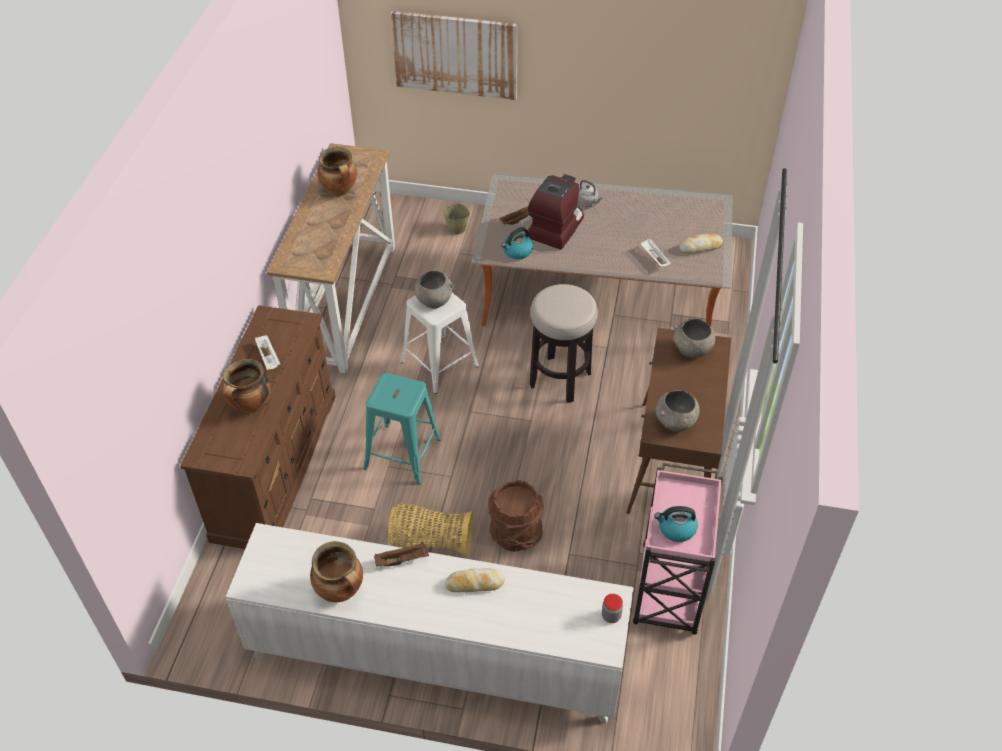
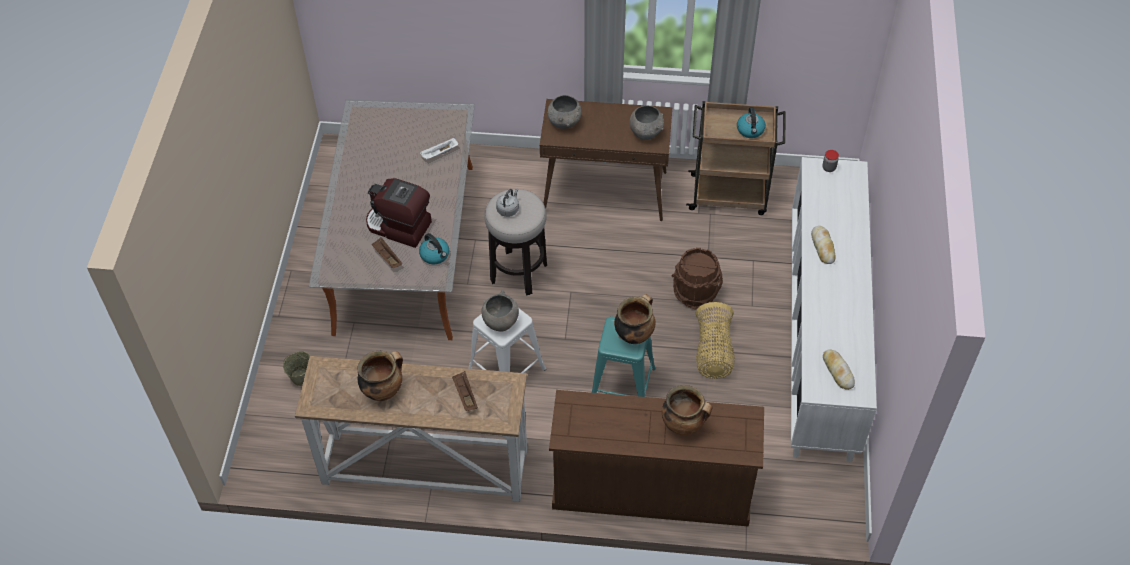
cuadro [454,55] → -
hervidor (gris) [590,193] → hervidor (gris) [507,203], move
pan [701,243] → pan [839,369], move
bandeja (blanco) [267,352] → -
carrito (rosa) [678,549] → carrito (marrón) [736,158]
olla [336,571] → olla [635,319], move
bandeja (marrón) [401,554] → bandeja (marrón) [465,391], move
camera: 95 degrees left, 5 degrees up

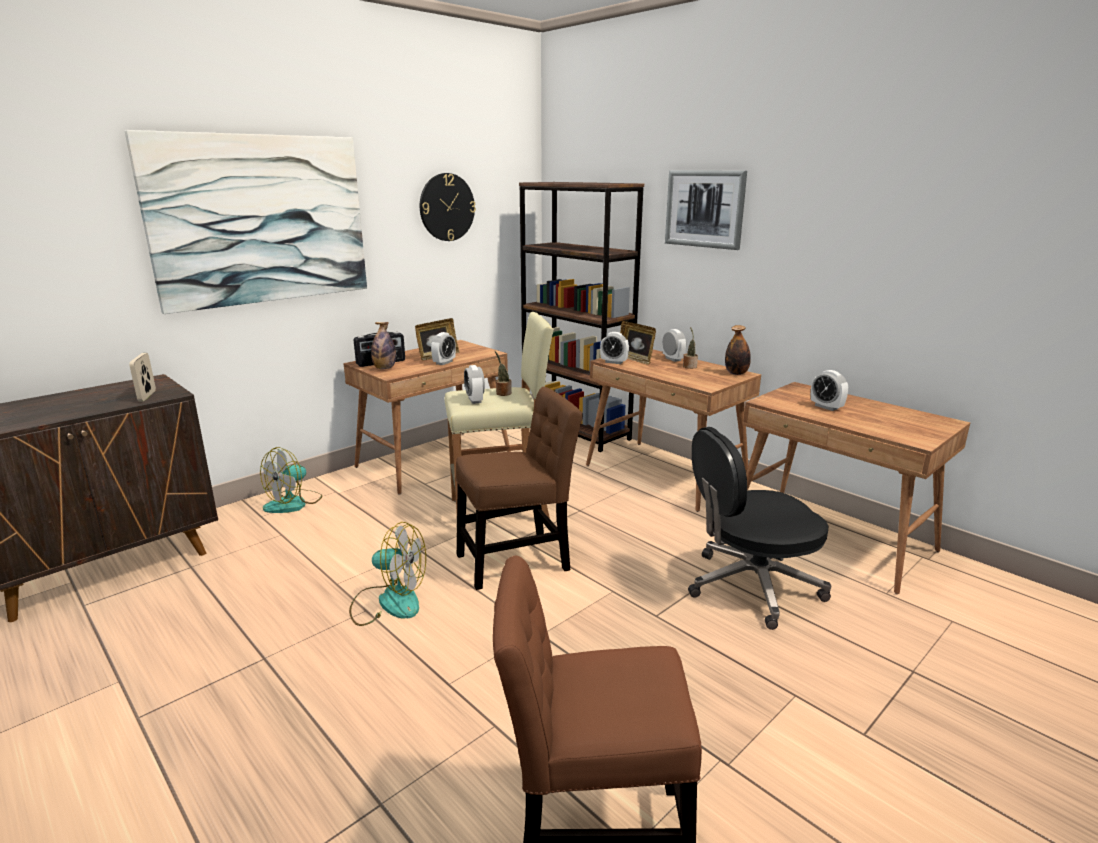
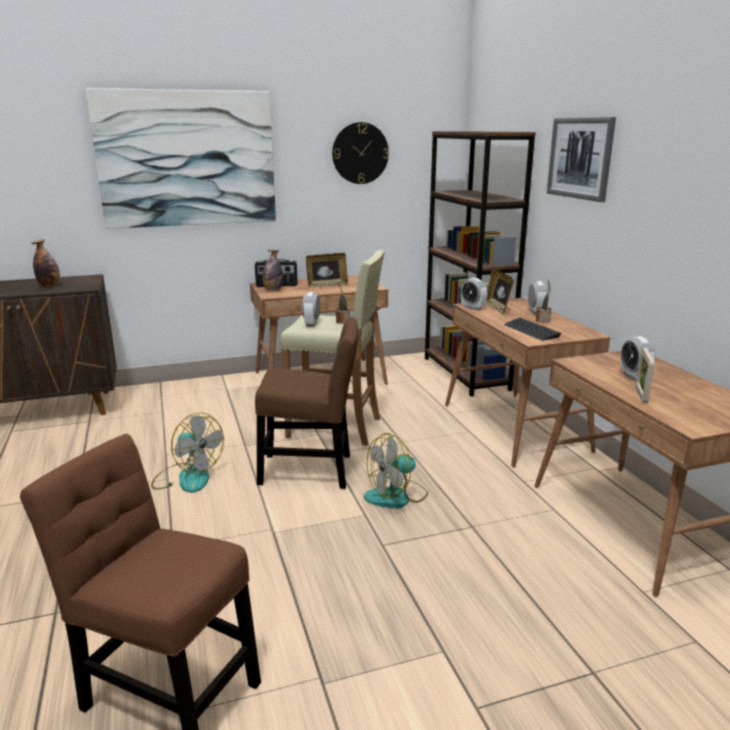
botella [738,350] → botella [46,262], move
despertador [443,348] → -
portarretratos [143,377] → portarretratos [645,375], move
silla de oficina (negro) [759,528] → -
ventilador [291,480] → ventilador [396,470], move
- → teclado [532,328]
camera: 25 degrees right, 0 degrees up

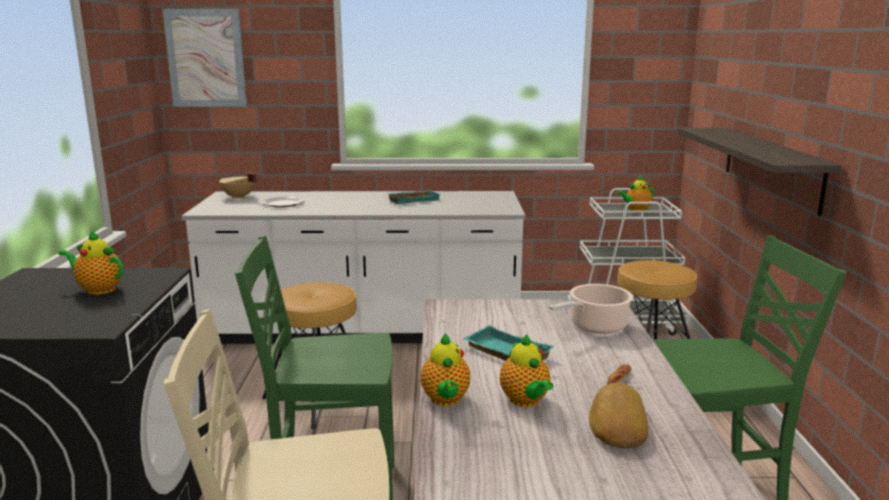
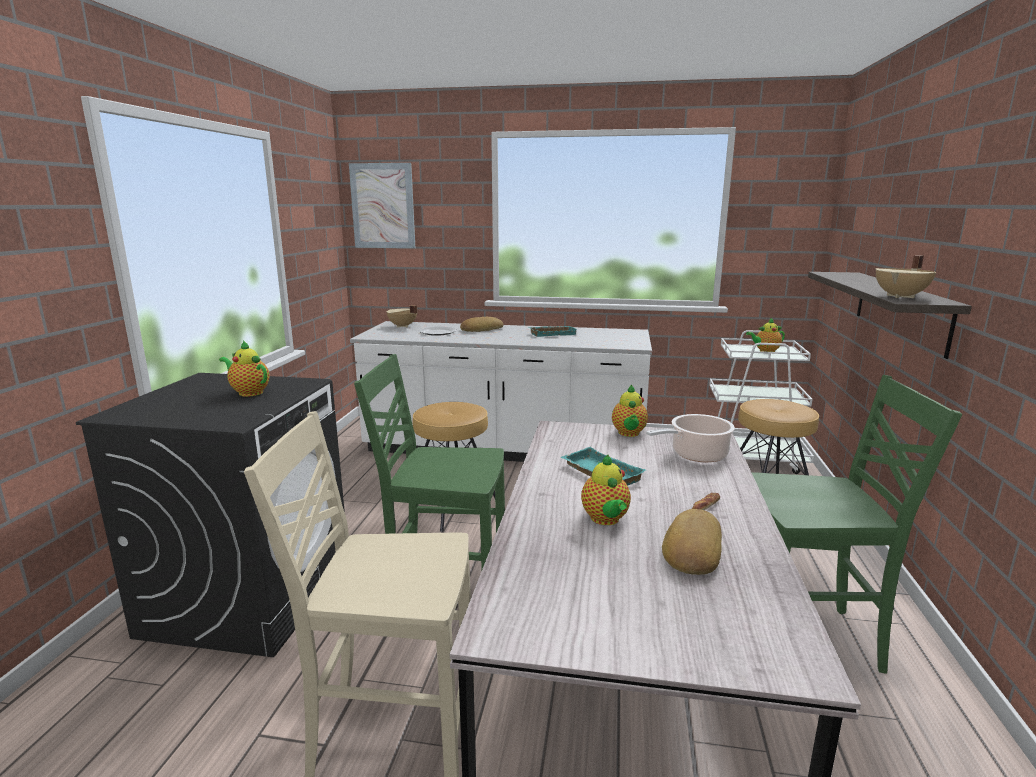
tetera [445,370] → tetera [630,411], move
- → olla (beis) [905,276]
- → pan [482,324]
camera: 10 degrees right, 0 degrees up

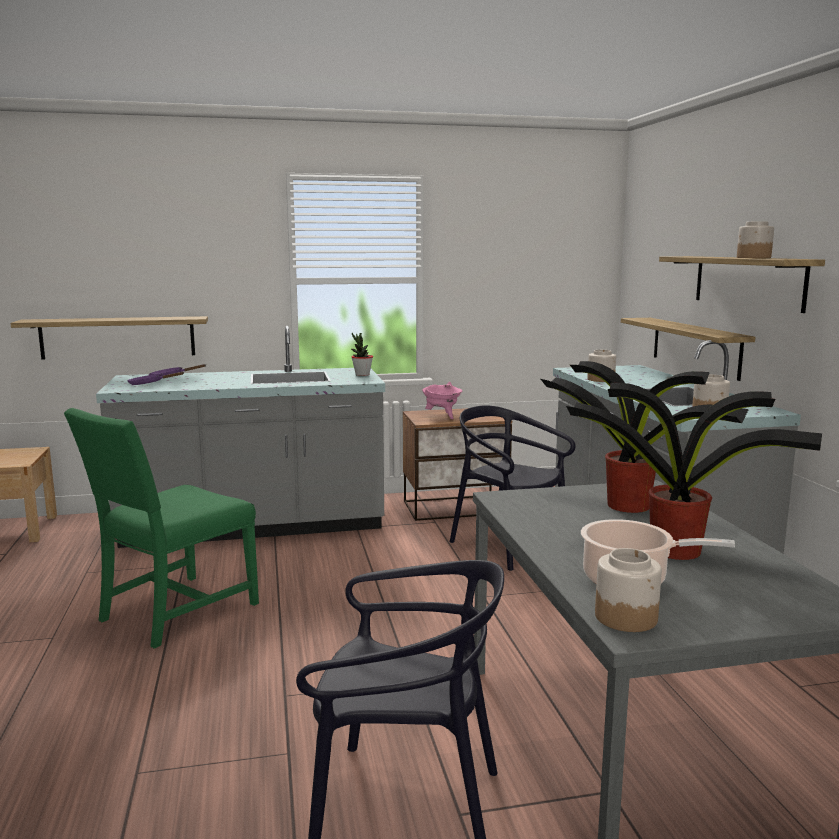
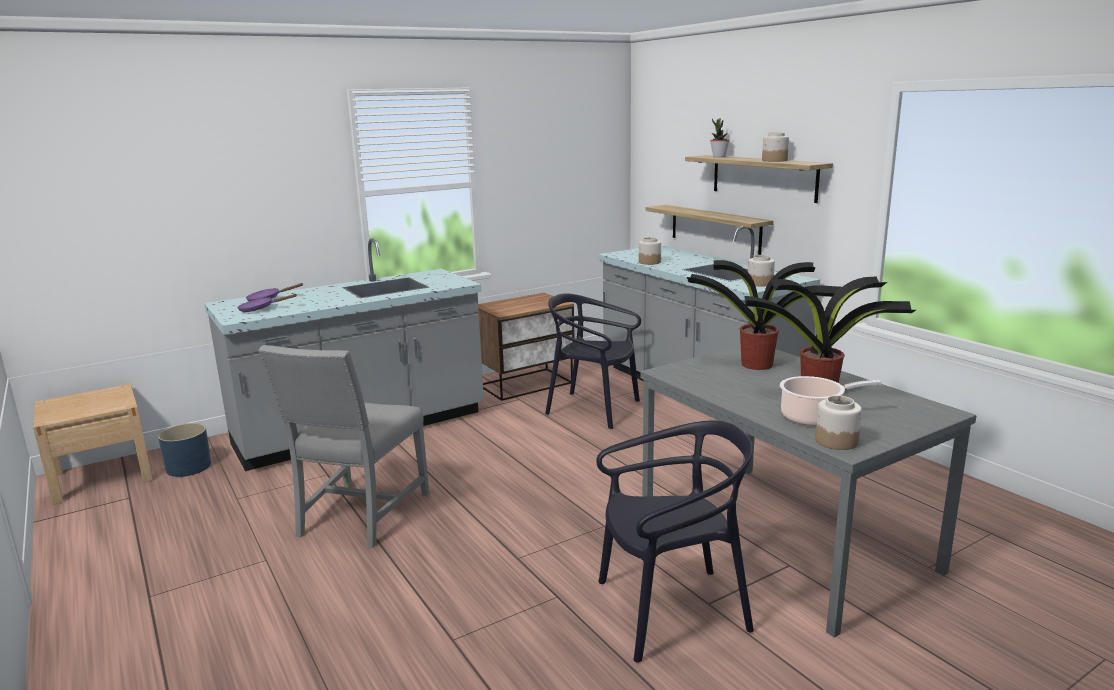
estante [109,338] → -
planta en maceta [362,354] → planta en maceta [720,137], move
olla (rosa) [442,400] → -
silla (verde) [161,528] → silla (gris) [344,446]
- → maceta (azul) [184,450]
camera: 20 degrees left, 5 degrees up

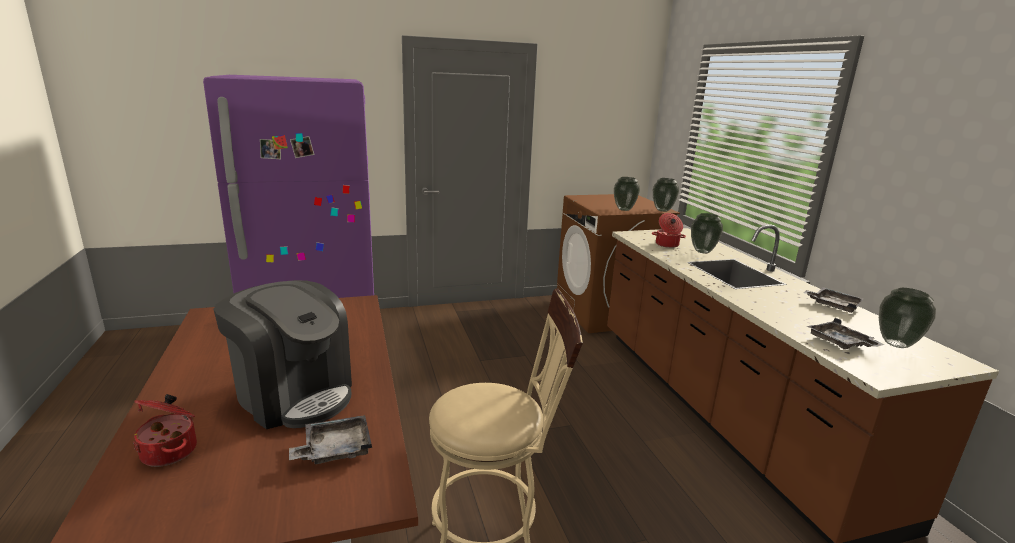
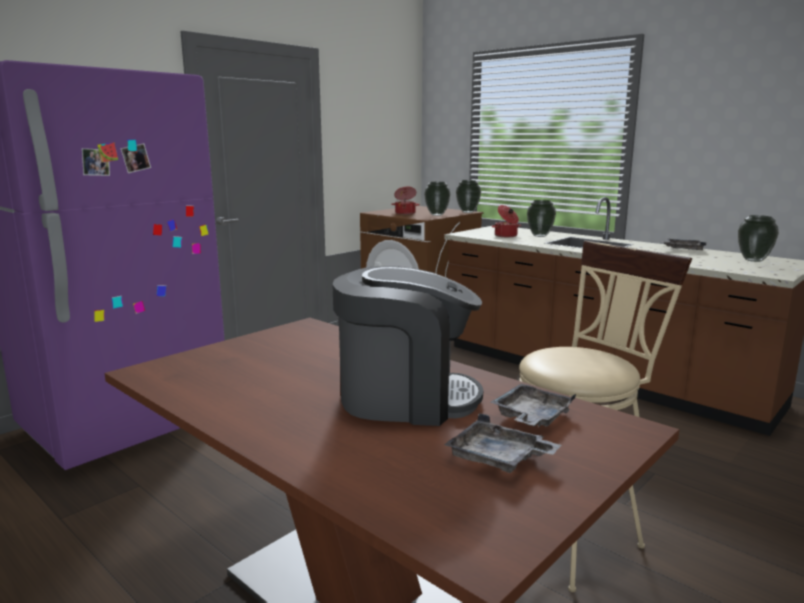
bandeja (gris) [845,333] → bandeja (gris) [502,443], move
olla [165,430] → olla [405,200], move
camera: 30 degrees left, 5 degrees down

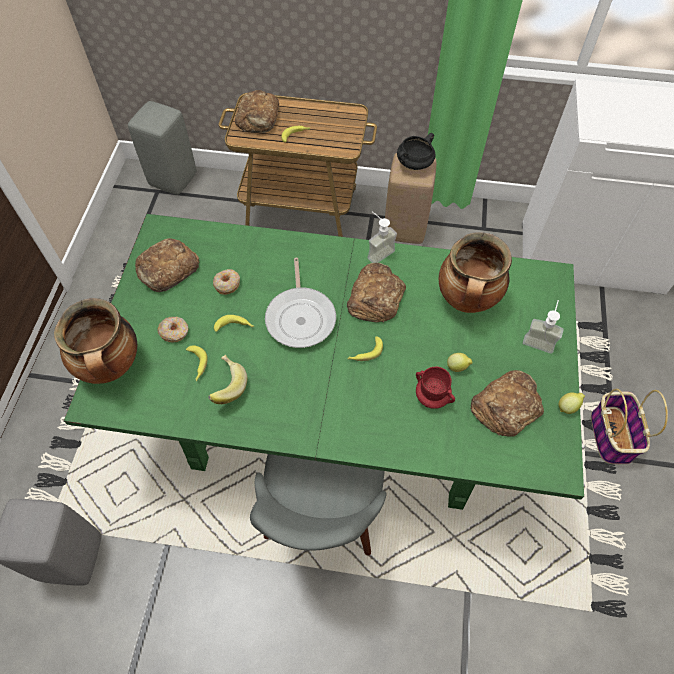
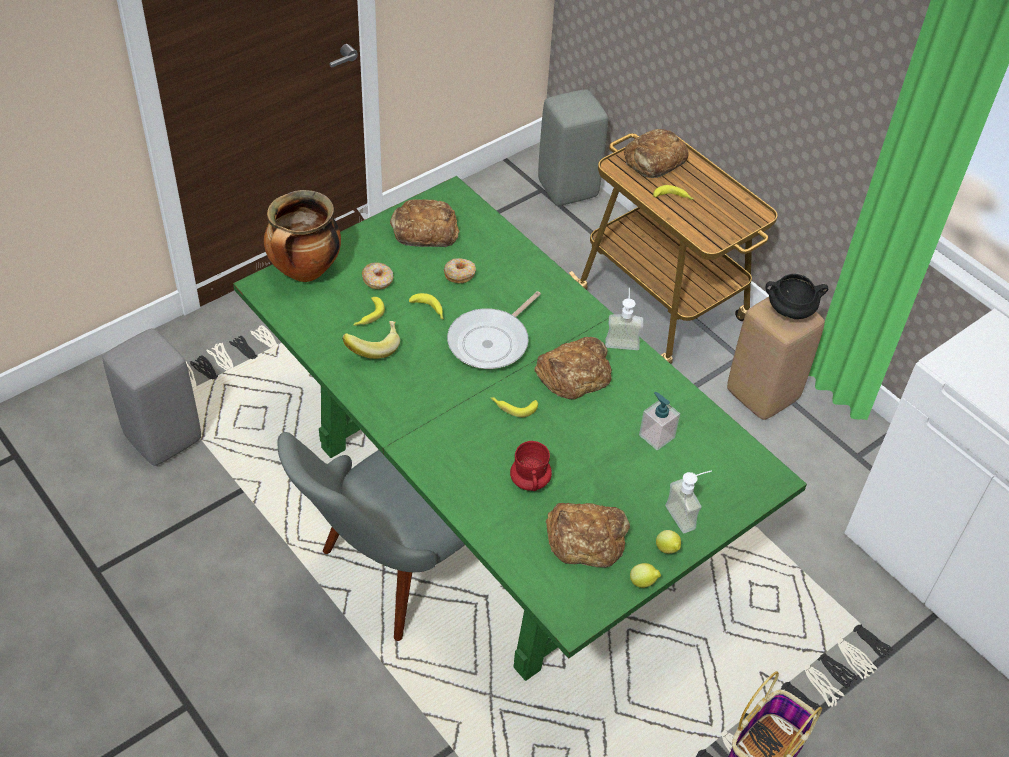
olla [475,272] → dispensador de jabón [659,421]
limón [460,362] → limón [668,542], move
camera: 40 degrees right, 10 degrees down

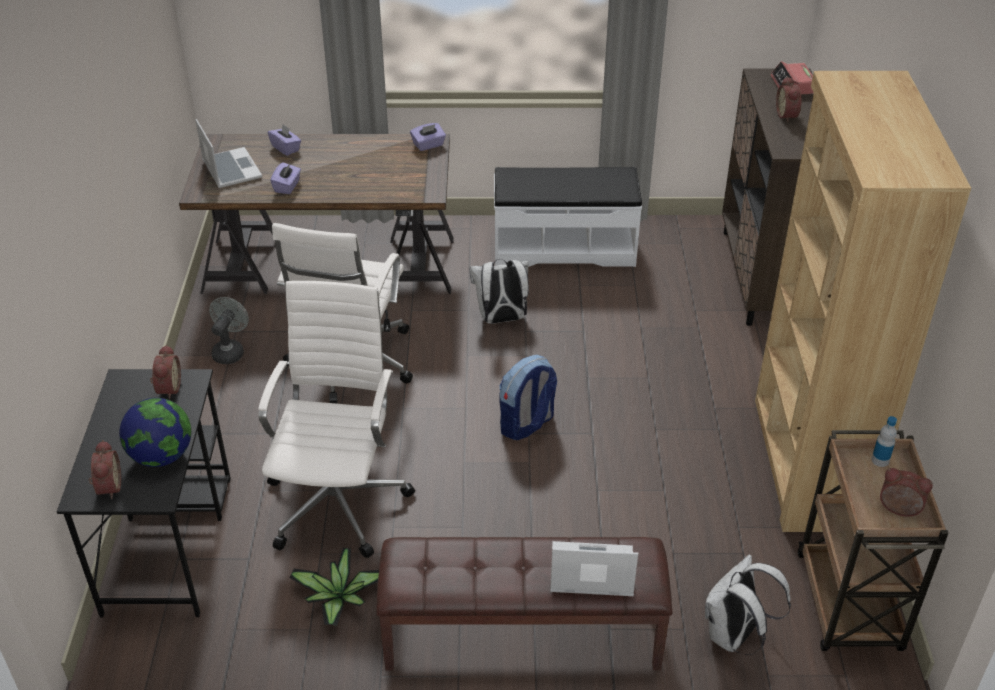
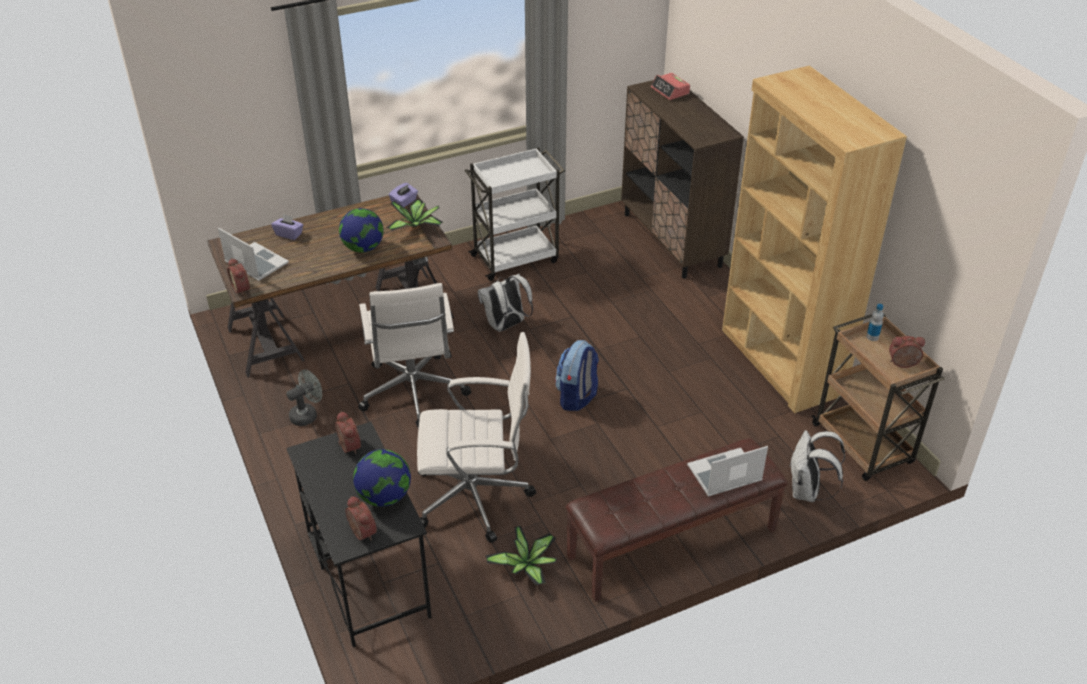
despertador [788,99] → despertador [238,277], move
caja de pañuelos (morado) [285,178] → -
banco (blanco) [568,217] → carrito (blanco) [515,214]
silla de oficina (blanco) [336,419] → silla de oficina (blanco) [476,437], 105 degrees clockwise
ventilador (gris) [229,330] → ventilador (gris) [304,397], 60 degrees clockwise
- → planta en maceta [414,215]
- → globo terráqueo [361,230]
camera: 25 degrees left, 0 degrees up

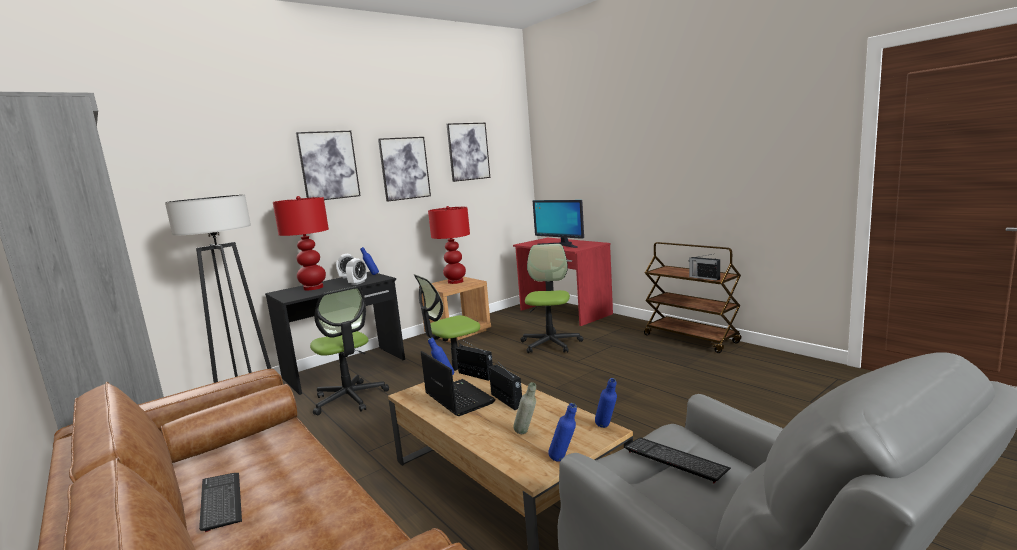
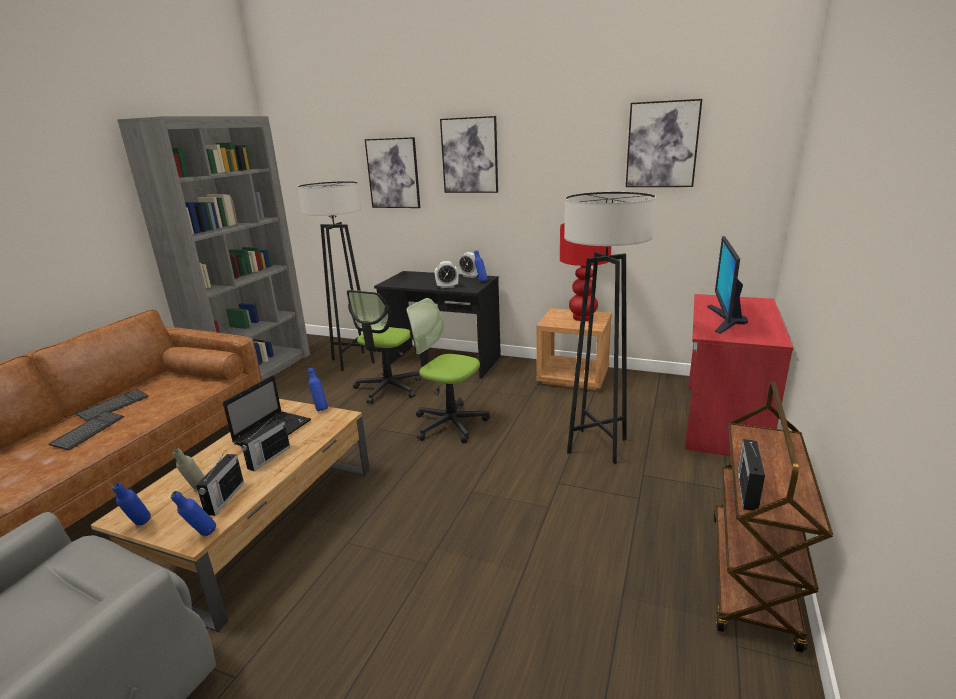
cuadro [404,169] → cuadro [392,172], move
lámpara de mesa (rojo) [301,243] → -
silla de oficina [551,298] → lámpara de pie (gris) [610,328]
radio [474,360] → radio [220,484], move
teclado [678,460] → teclado [86,431], move
camera: 60 degrees right, 10 degrees up

